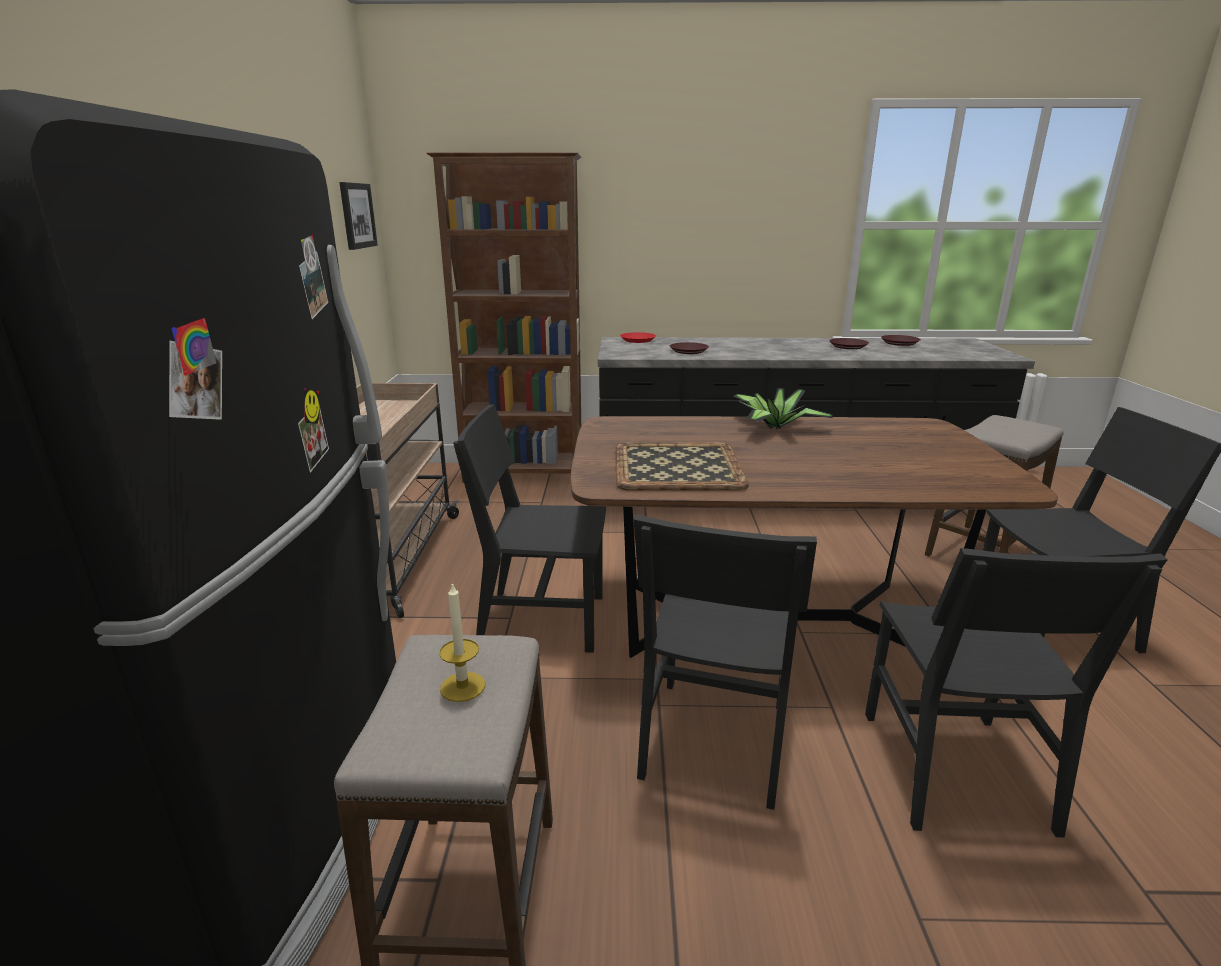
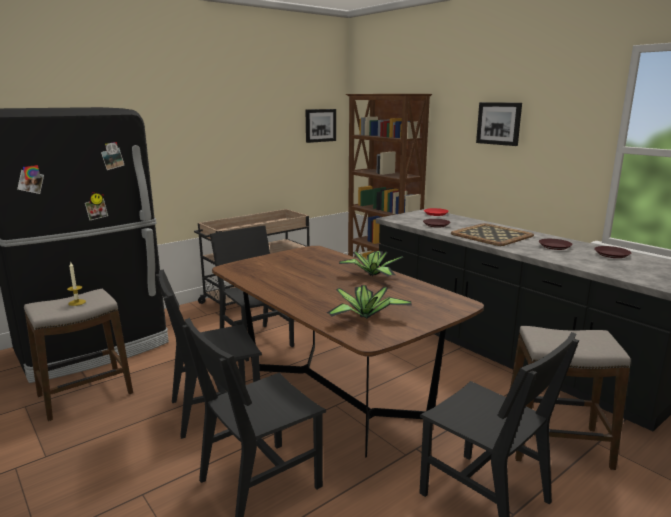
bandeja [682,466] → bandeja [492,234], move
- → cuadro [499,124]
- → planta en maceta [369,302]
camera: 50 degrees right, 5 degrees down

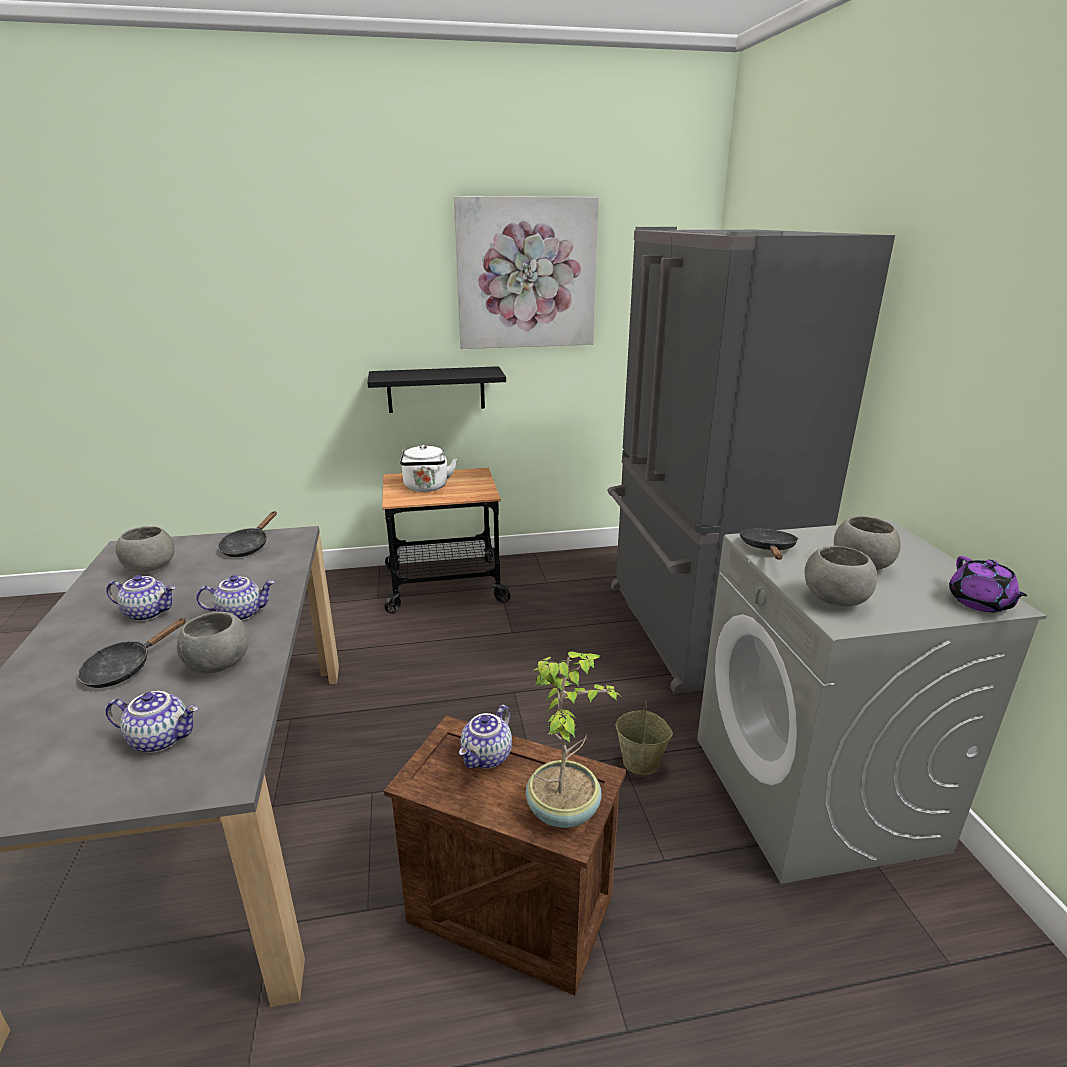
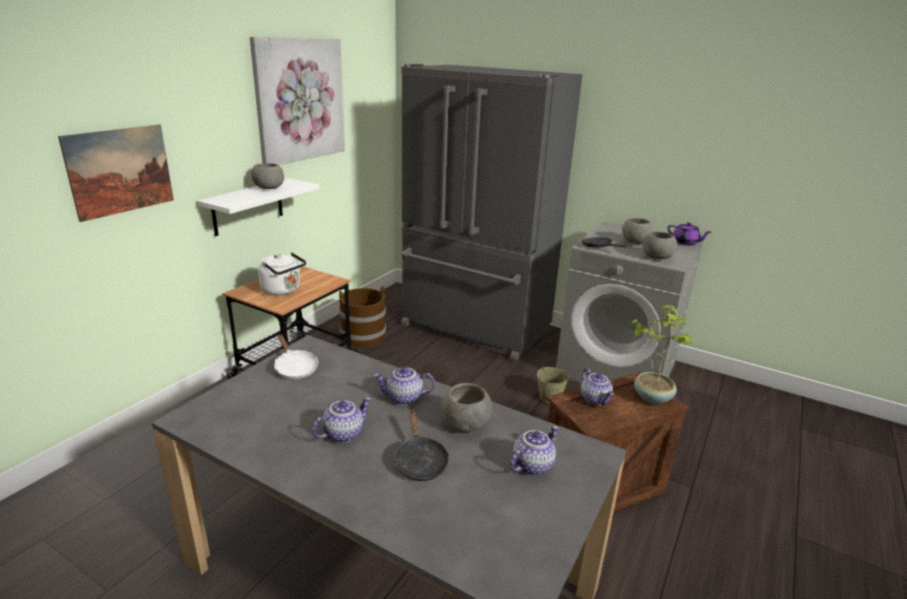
estante (negro) [436,389] → estante (blanco) [258,207]
sartén (negro) [247,534] → sartén (blanco) [296,356]
cuenco (gris) [145,549] → cuenco (gris) [267,176], move
tetera [235,598] → tetera [404,386], 120 degrees counterclockwise
- → cuadro [116,173]
- → cubo (marrón) [362,316]
camera: 50 degrees left, 0 degrees up

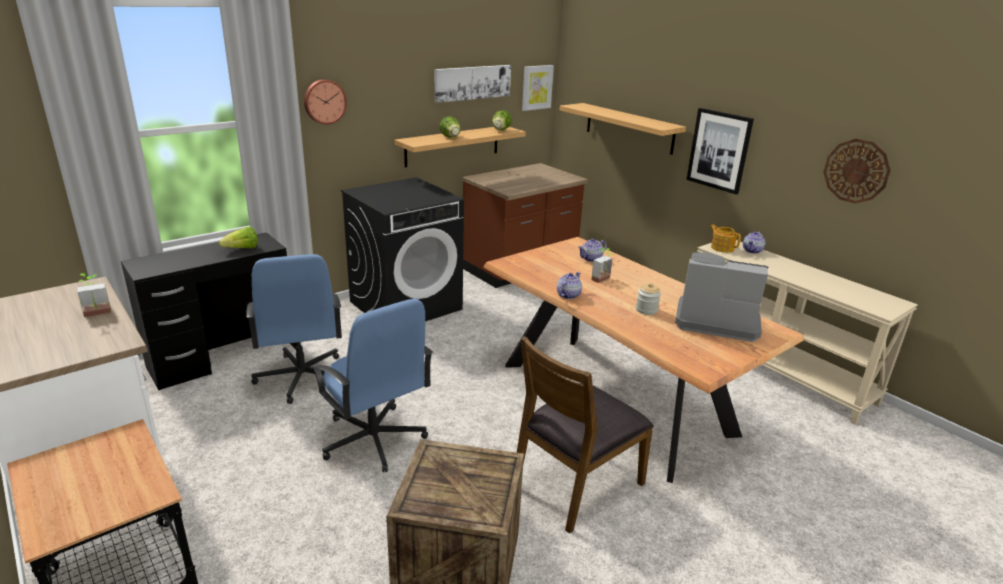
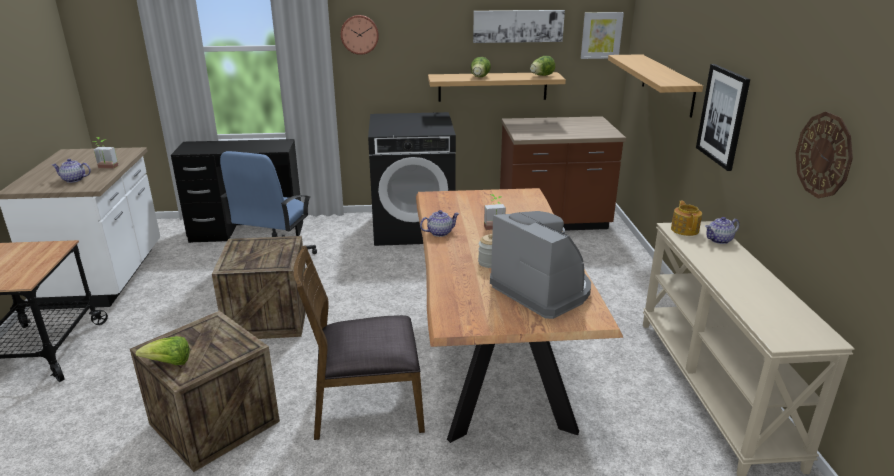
lechuga [238,237] → lechuga [163,350], move
tetera [592,250] → tetera [71,171], move
silla de oficina (azul) [372,385] → caja de embalaje [259,287]
camera: 35 degrees right, 0 degrees up

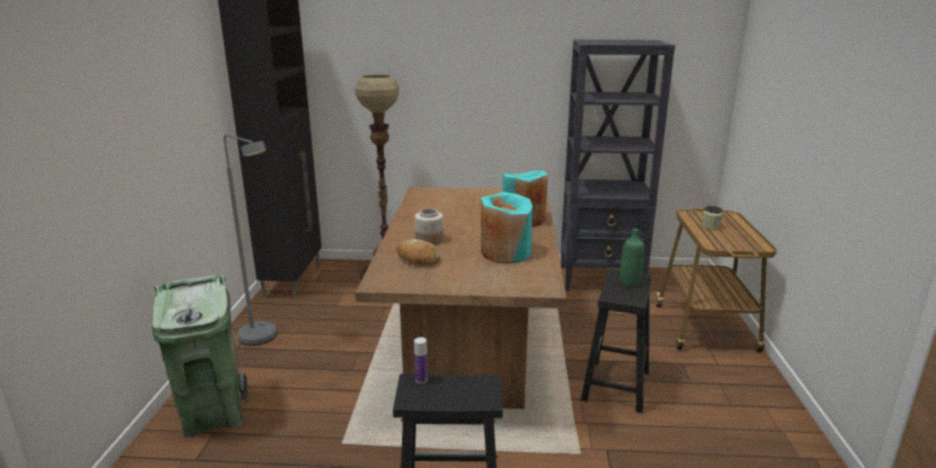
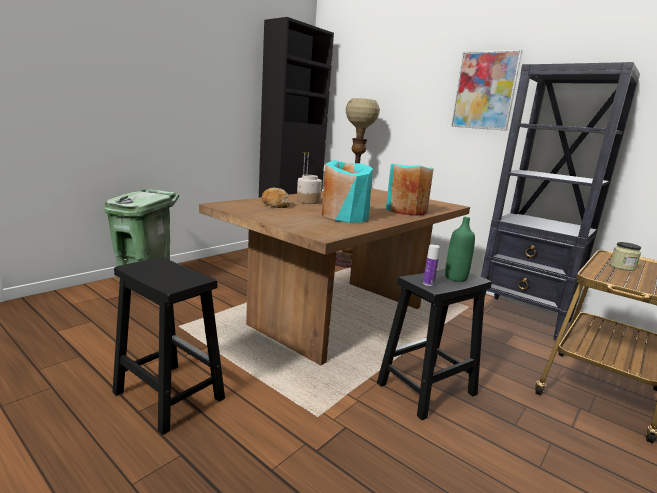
lámpara de pie (gris) [250,240] → -
botella [421,360] → botella [431,265], move
- → cuadro [487,90]
camera: 35 degrees right, 5 degrees down

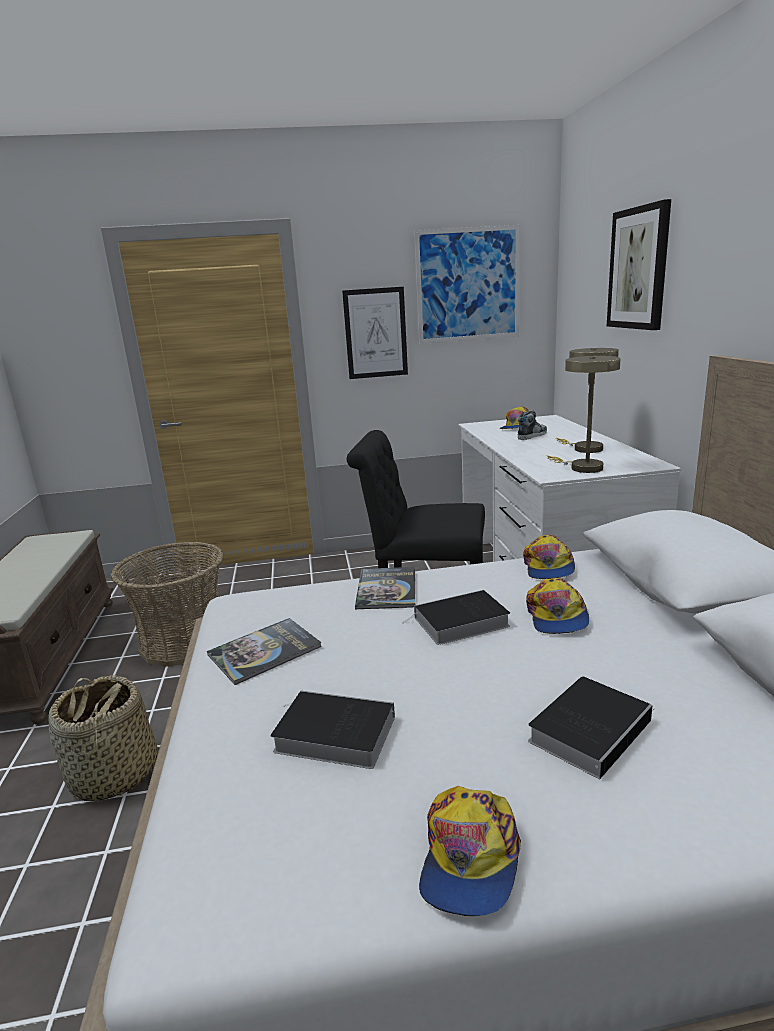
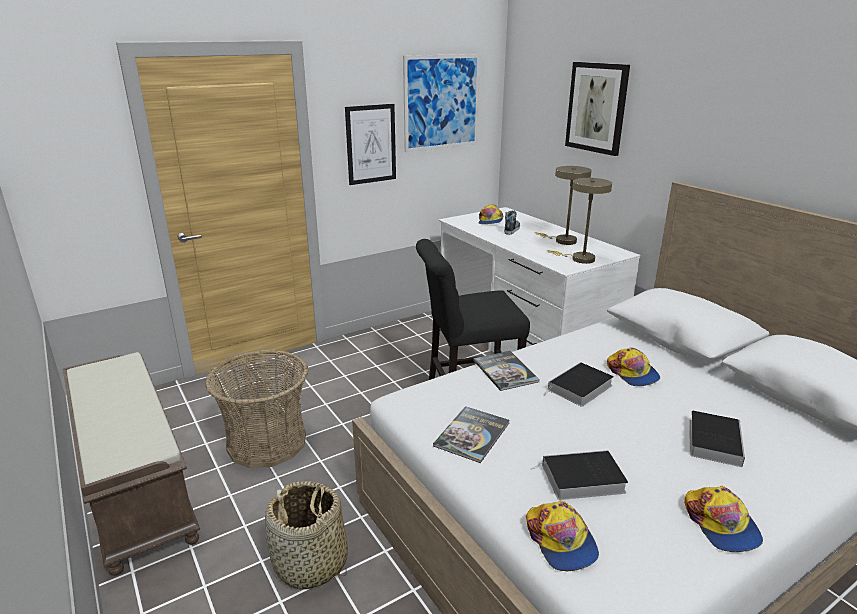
gorra [549,557] → gorra [562,535], move
camera: 25 degrees left, 5 degrees up

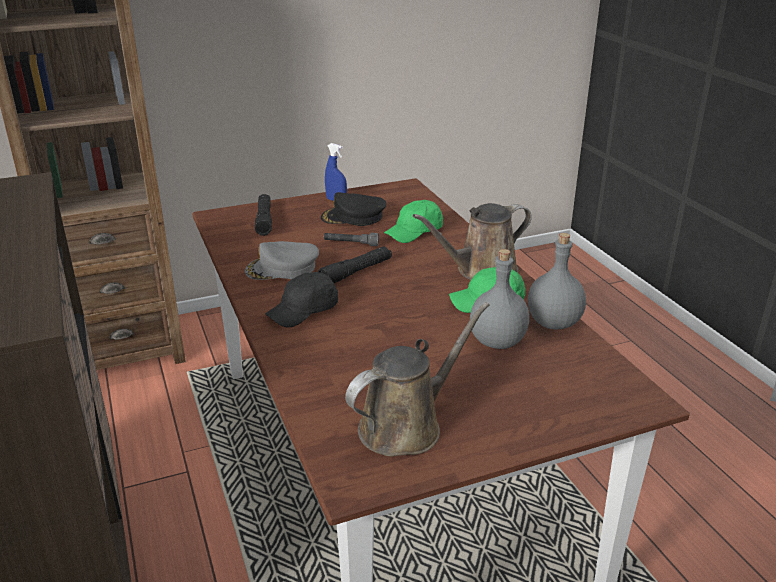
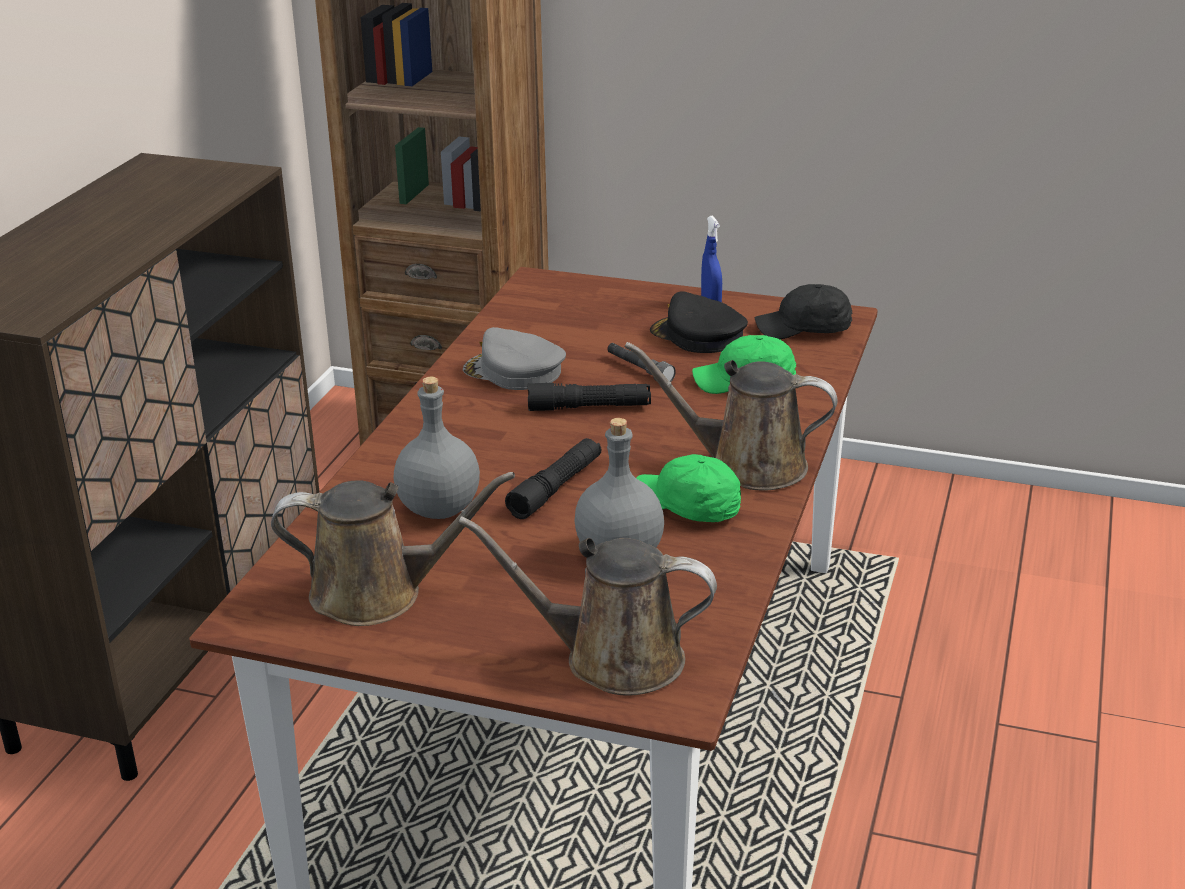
linterna (negro) [263,215] → linterna (negro) [553,478], move
botella (gris) [557,281] → botella (gris) [437,448], move
gorra (negro) [301,299] → gorra (negro) [803,311], move
- → regadera (marrón) [587,605]
camera: 40 degrees right, 0 degrees up

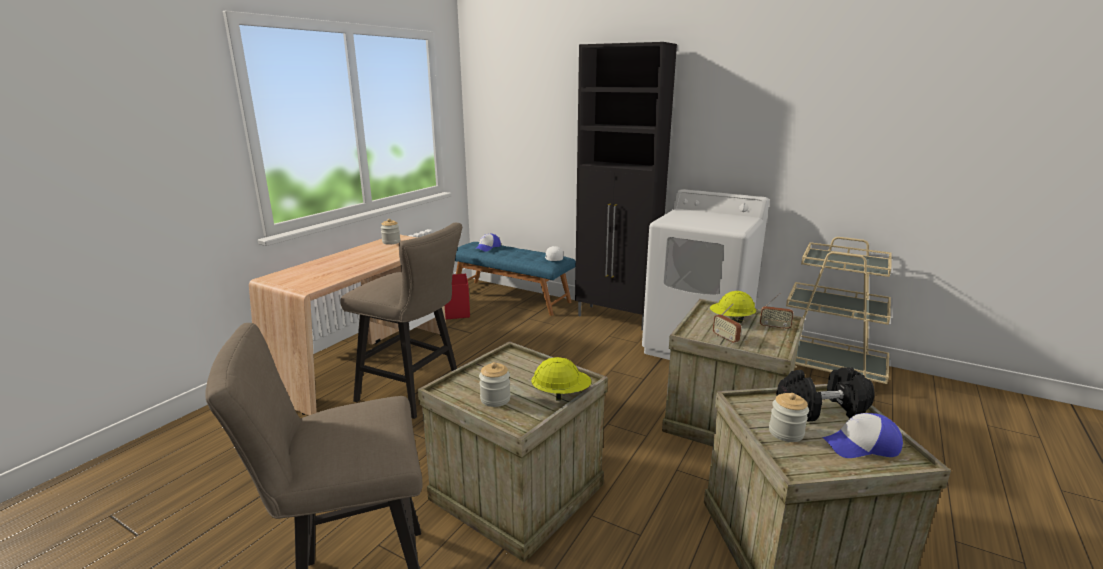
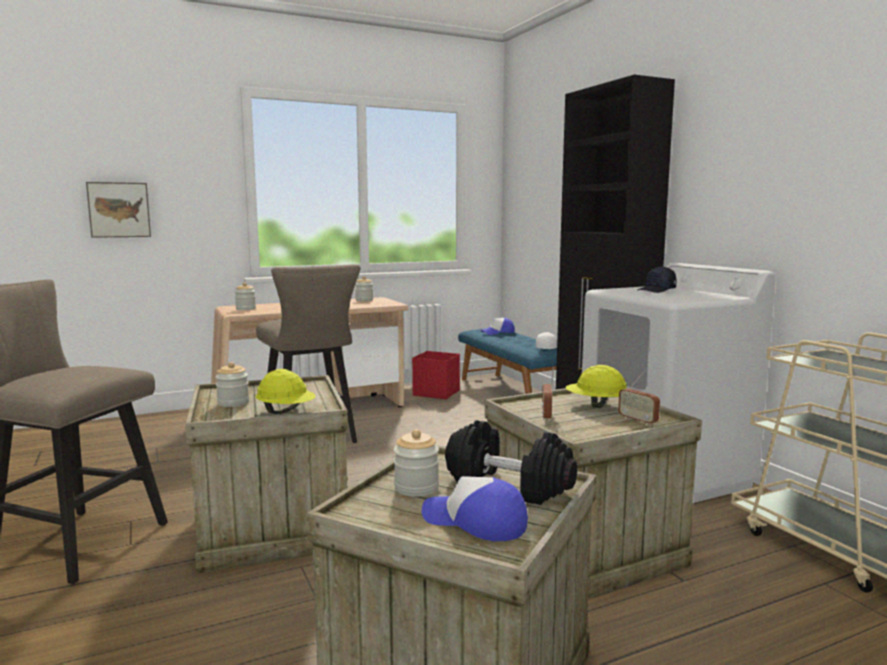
- → cuadro [118,210]
- → gorra (negro) [657,279]
- → tarro [245,296]
camera: 35 degrees right, 10 degrees down

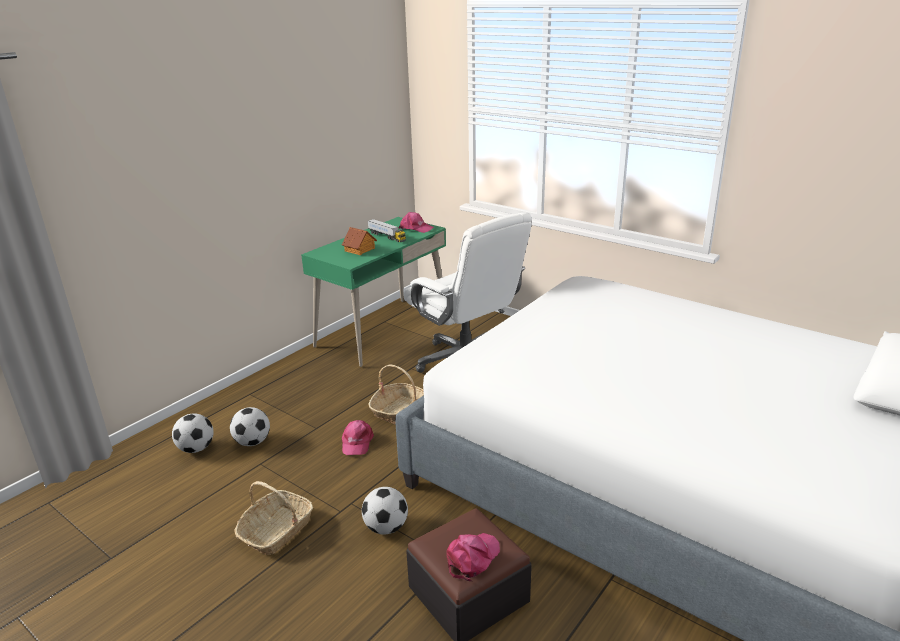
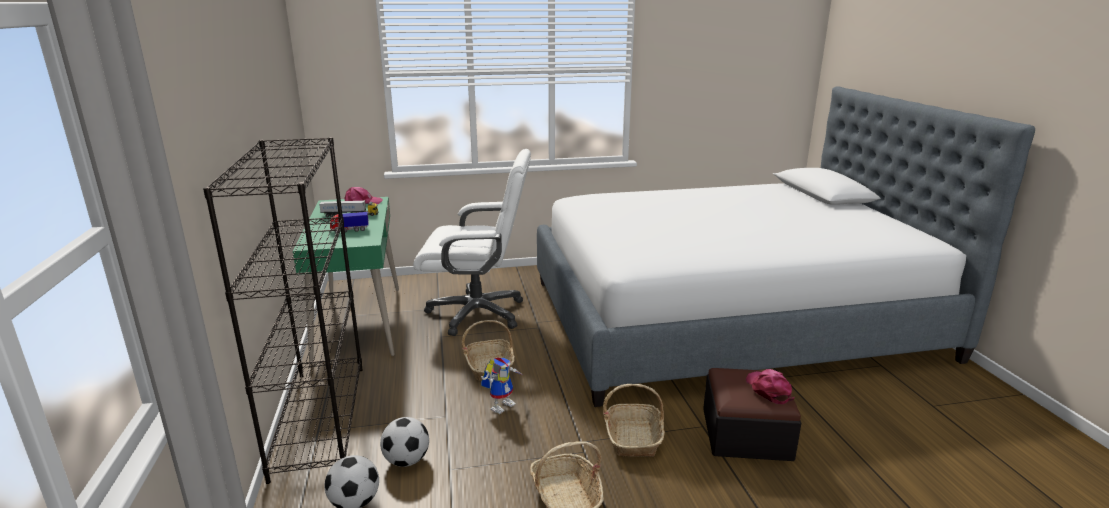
casita [359,241] → camión de juguete [349,222]
gorra (rosa) [358,437] → robot de juguete [501,385]
balón de fútbol [385,511] → cesta [634,420]
- → estantería (negro) [283,310]
camera: 50 degrees left, 5 degrees down

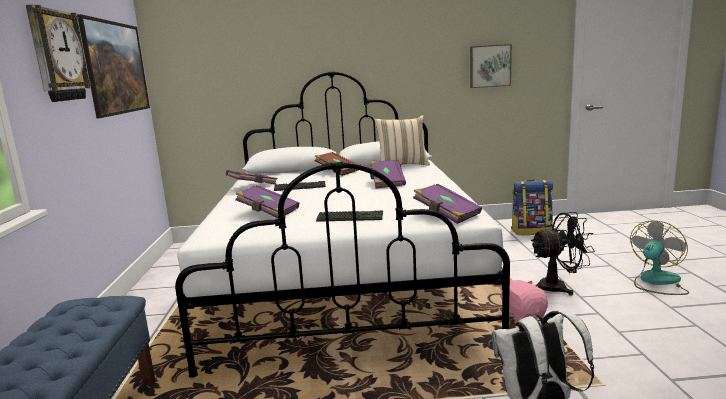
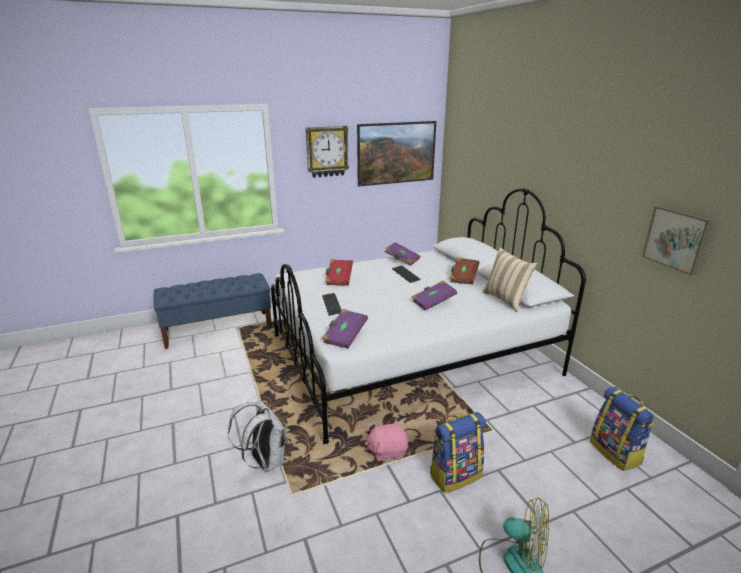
libro (morado) [267,201] → libro (rojo) [339,272]
ventilador (negro) [563,254] → mochila [458,452]
peluche (rosa) [523,301] → peluche (rosa) [386,442], 150 degrees counterclockwise
camera: 70 degrees right, 10 degrees up

